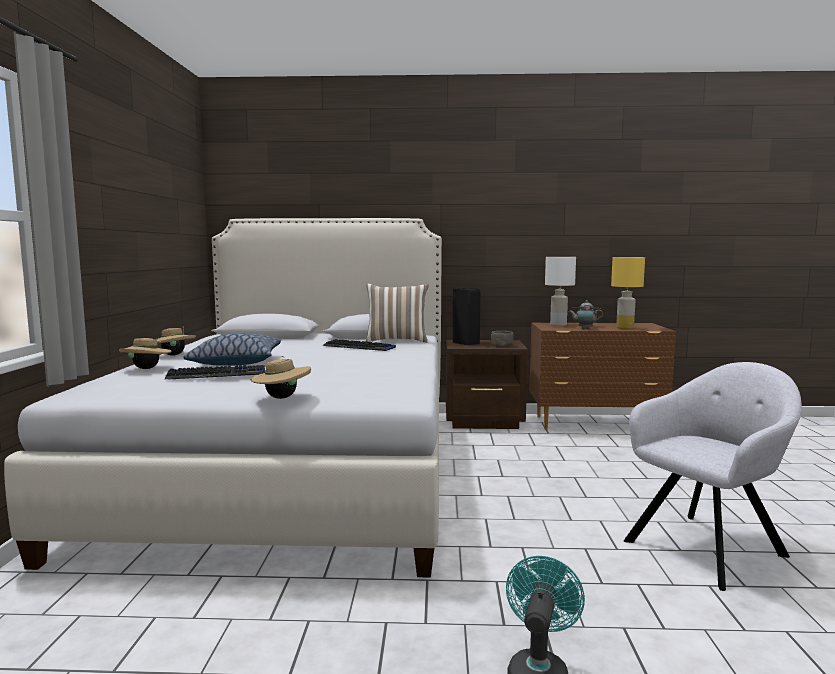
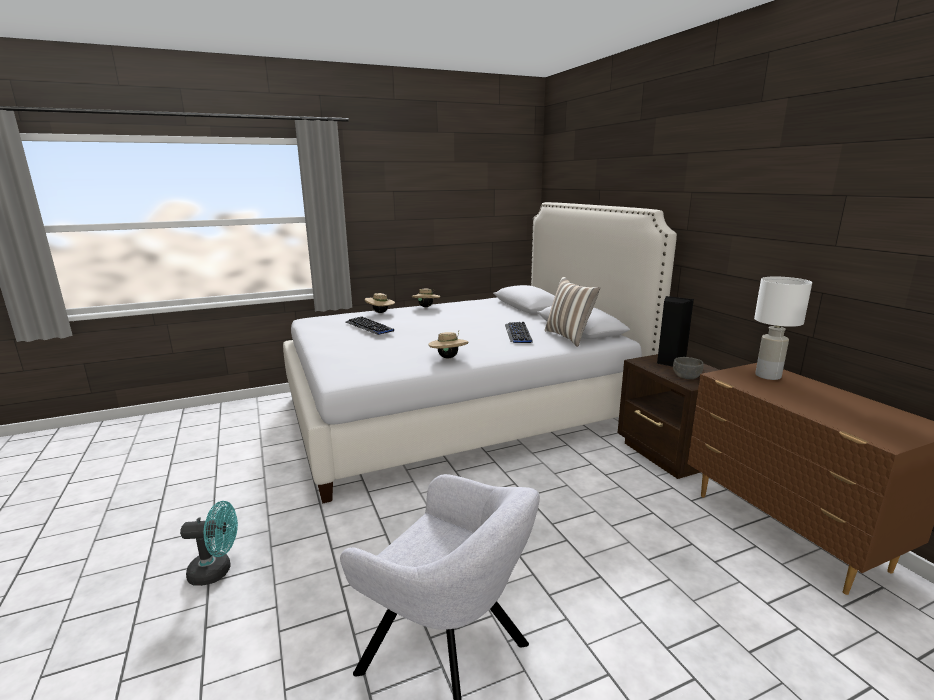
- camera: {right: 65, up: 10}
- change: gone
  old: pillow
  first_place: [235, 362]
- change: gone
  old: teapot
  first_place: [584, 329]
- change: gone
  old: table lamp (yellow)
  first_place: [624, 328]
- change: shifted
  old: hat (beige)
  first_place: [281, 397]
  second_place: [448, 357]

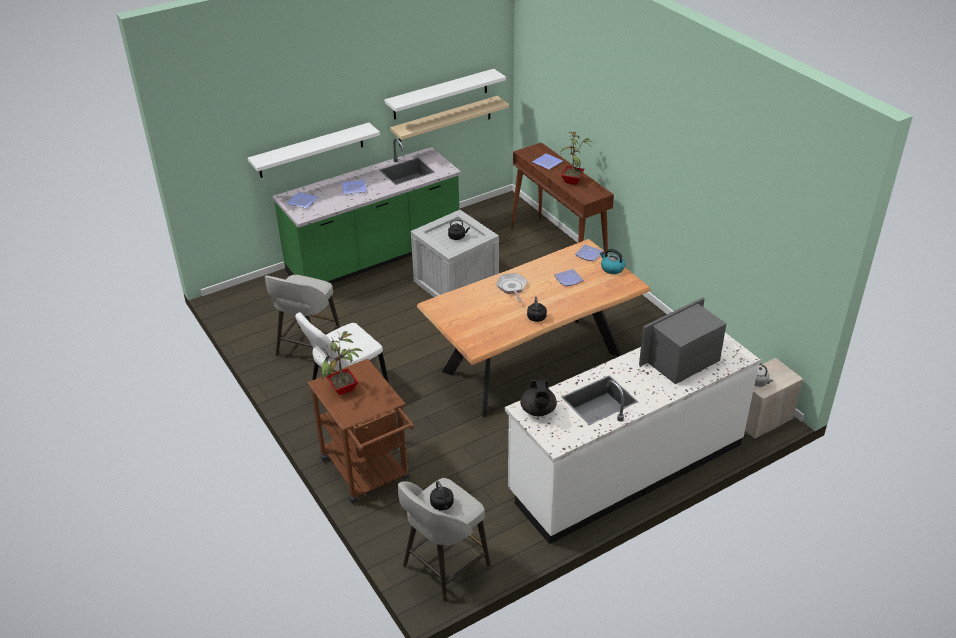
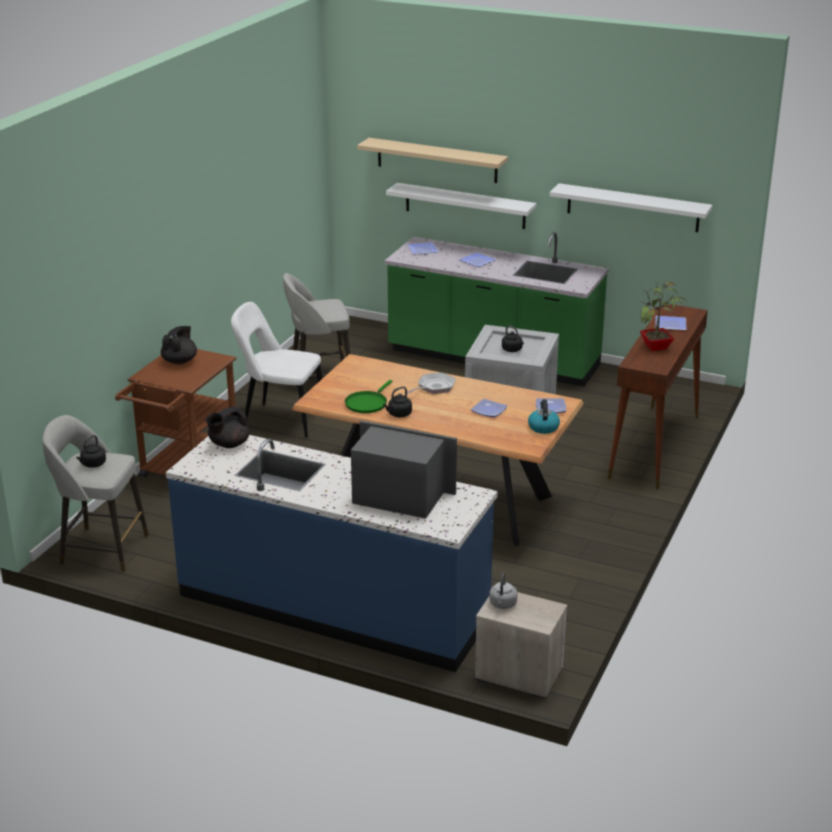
- camera: {right: 55, up: -10}
- change: new
  new: frying pan (green)
  second_place: [367, 403]
- change: shifted
  old: shelf (beige)
  first_place: [445, 121]
  second_place: [437, 160]
- change: swapped
  old: potted plant
  new: teapot (black)
  first_place: [343, 390]
  second_place: [180, 361]
- change: repainted
  old: counter (white)
  new: counter (blue)
  first_place: [626, 468]
  second_place: [334, 606]

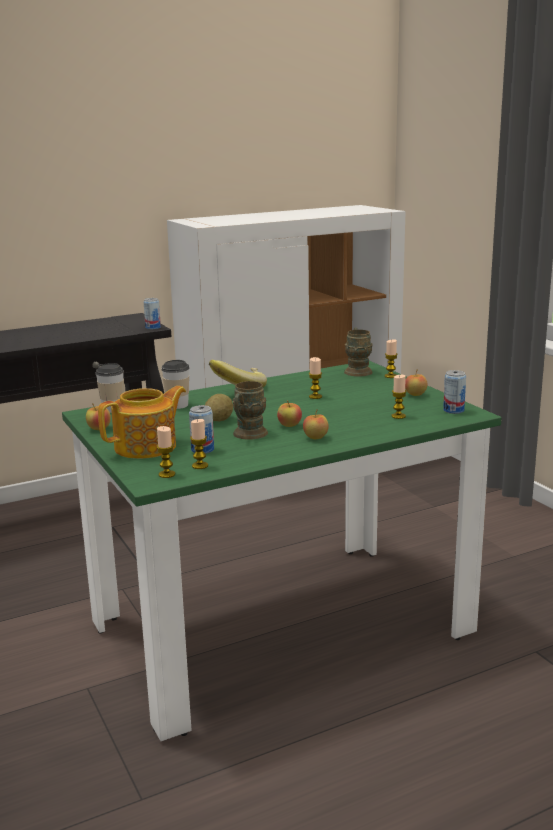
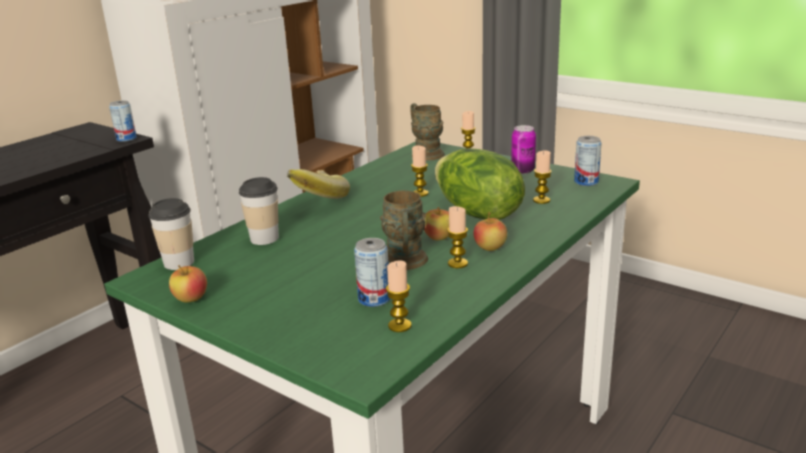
- camera: {right: -25, up: 5}
- change: gone
  old: teapot
  first_place: [147, 447]
- change: gone
  old: potato
  first_place: [219, 420]
- change: new
  new: lettuce
  second_place: [476, 213]
- change: shifted
  old: candle
  first_place: [167, 474]
  second_place: [457, 263]
- change: swapped
  old: apple
  new: can
  first_place: [415, 394]
  second_place: [522, 170]

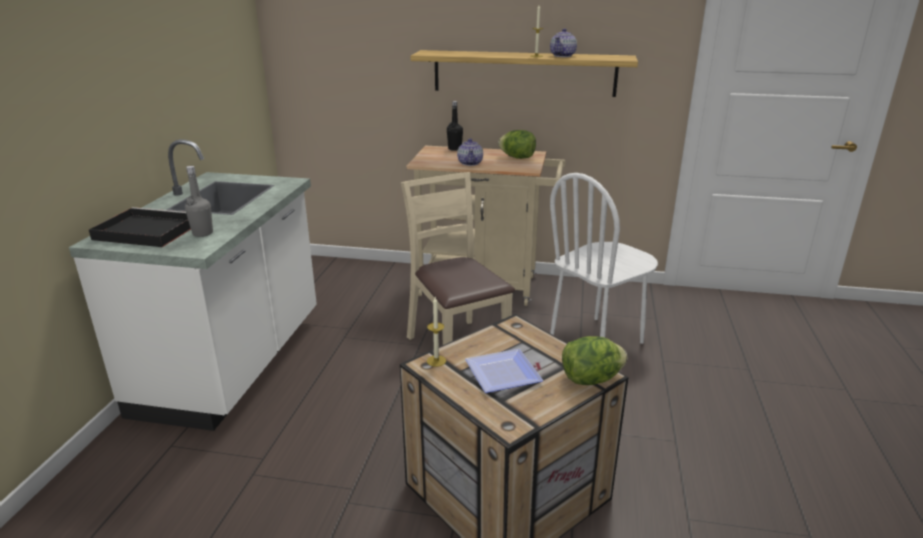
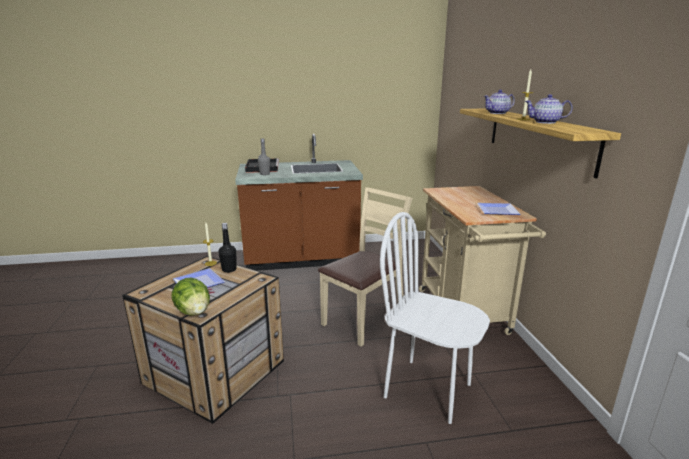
- camera: {right: 70, up: -5}
- change: shifted
  old: bottle (black)
  first_place: [454, 149]
  second_place: [229, 269]
- change: shifted
  old: teapot
  first_place: [470, 163]
  second_place: [497, 113]
- change: swapped
  old: lettuce
  new: plate
  first_place: [517, 157]
  second_place: [496, 211]
- change: repainted
  old: counter (white)
  new: counter (brown)
  first_place: [234, 364]
  second_place: [301, 259]

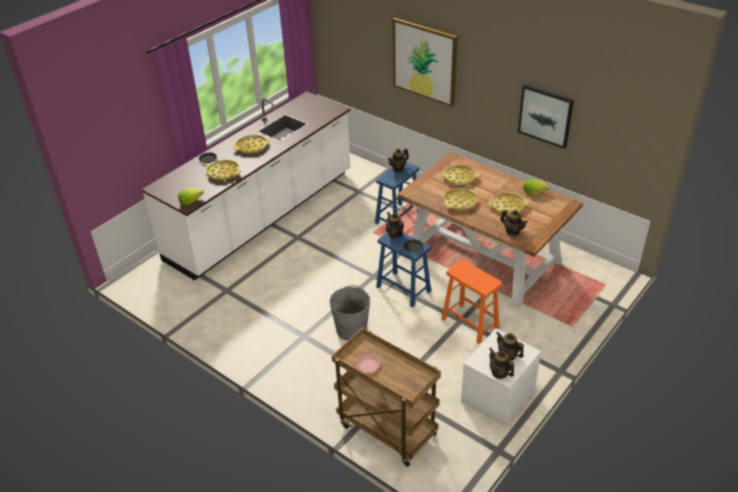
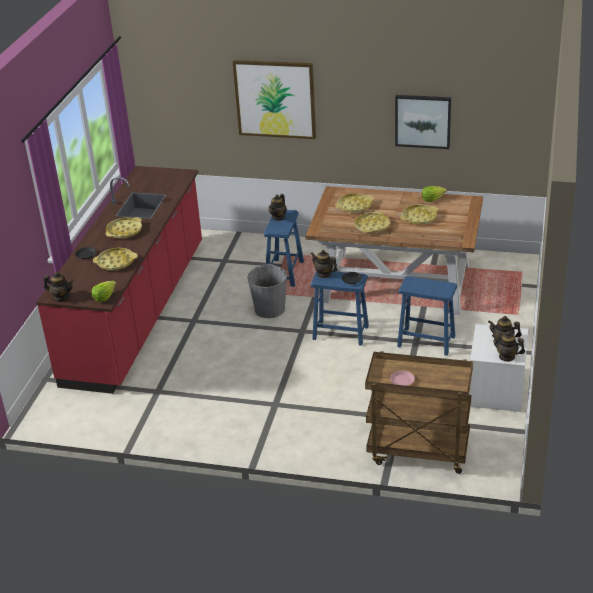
- camera: {right: -25, up: -5}
- change: shifted
  old: bucket (grey)
  first_place: [351, 329]
  second_place: [269, 309]
- change: shifted
  old: teapot
  first_place: [512, 231]
  second_place: [61, 297]
- change: repainted
  old: counter (white)
  new: counter (red)
  first_place: [262, 215]
  second_place: [138, 312]
- change: repainted
  old: stool (orange)
  new: stool (blue)
  first_place: [470, 323]
  second_place: [426, 341]

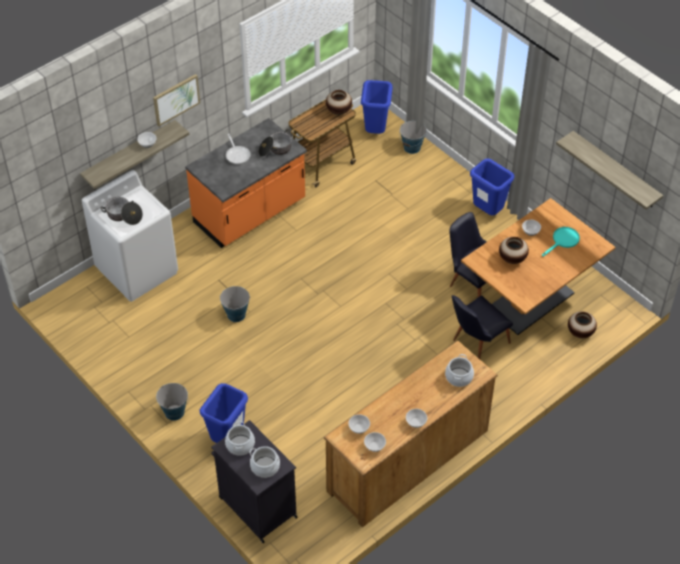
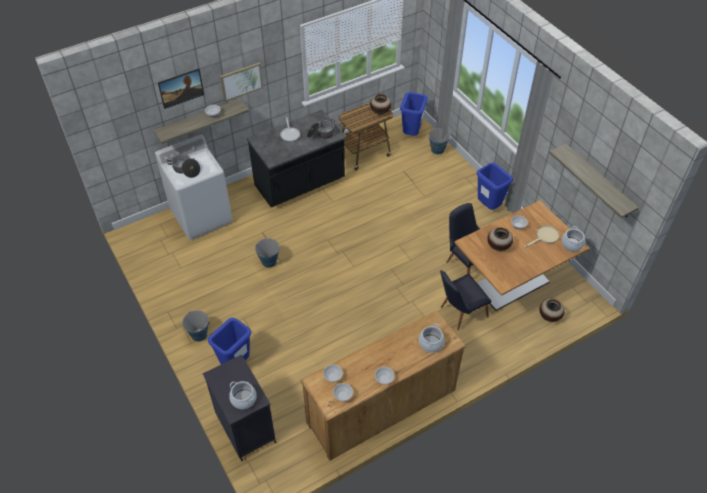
- camera: {right: 10, up: 0}
- change: new
  new: picture
  second_place: [182, 95]
- change: shifted
  old: cooking pot
  first_place: [240, 445]
  second_place: [572, 244]
- change: repainted
  old: counter (orange)
  new: counter (black)
  first_place: [250, 213]
  second_place: [300, 183]
- change: repainted
  old: frying pan (turquoise)
  new: frying pan (beige)
  first_place: [563, 241]
  second_place: [544, 237]

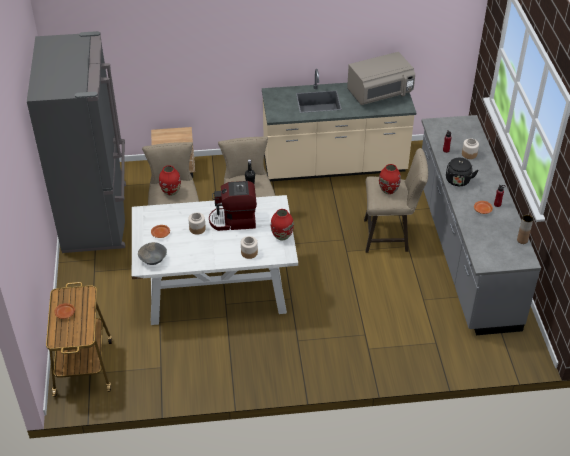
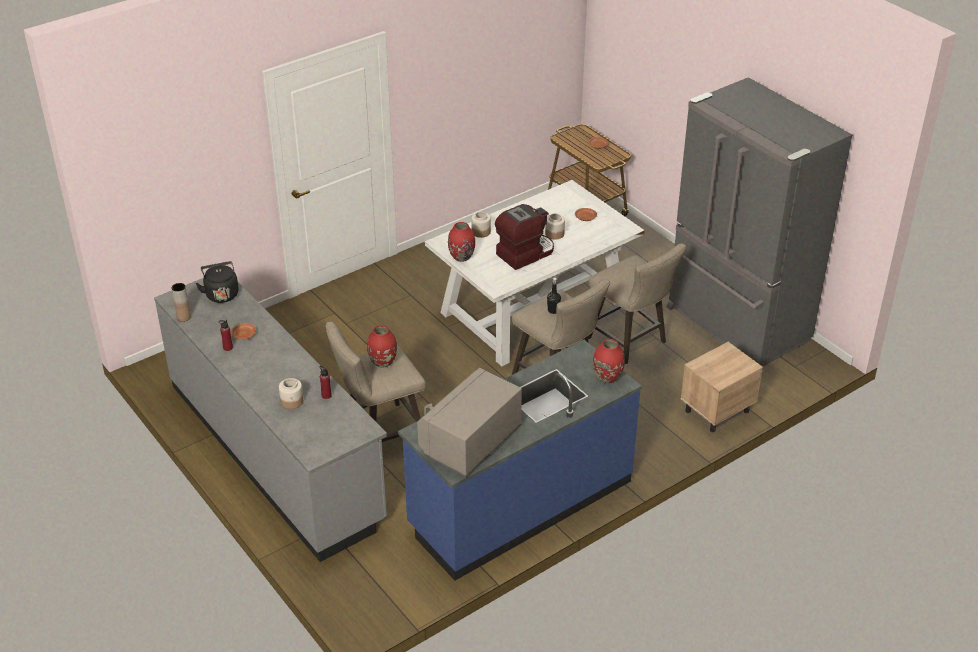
- camera: {right: 150, up: -5}
- change: gone
  old: bowl (grey)
  first_place: [153, 259]
- change: shifted
  old: vase (red)
  first_place: [171, 192]
  second_place: [607, 377]
- change: shifted
  old: kettle (black)
  first_place: [458, 181]
  second_place: [221, 294]
- change: repainted
  old: counter (beige)
  new: counter (blue)
  first_place: [334, 166]
  second_place: [520, 504]

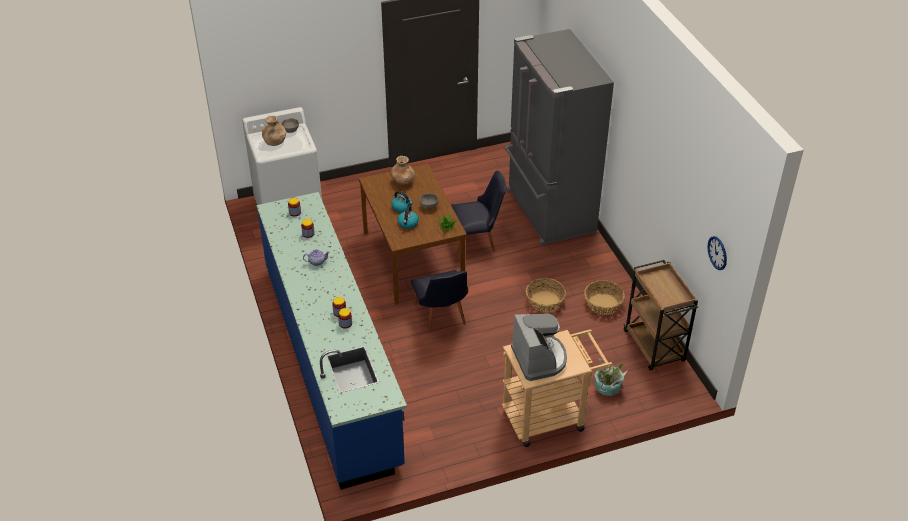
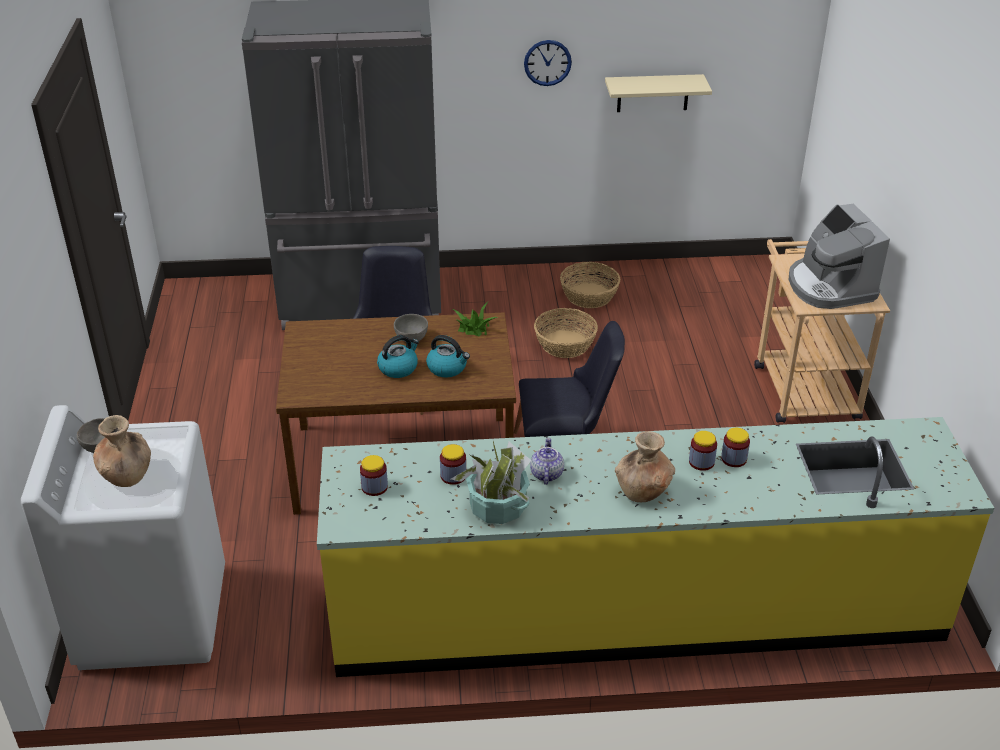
- camera: {right: -75, up: -5}
- change: gone
  old: cart (brown)
  first_place: [654, 347]
- change: new
  new: shelf (beige)
  second_place: [653, 93]
- change: shifted
  old: vase (brown)
  first_place: [403, 181]
  second_place: [643, 490]
- change: shifted
  old: potted plant
  first_place: [607, 387]
  second_place: [498, 507]
- change: shifted
  old: wall clock
  first_place: [717, 253]
  second_place: [547, 62]
- change: repainted
  old: counter (blue)
  new: counter (yellow)
  first_place: [331, 362]
  second_place: [635, 610]
- change: rotated
  old: coffee machine
  first_place: [539, 359]
  second_place: [829, 287]
  degrees: -105

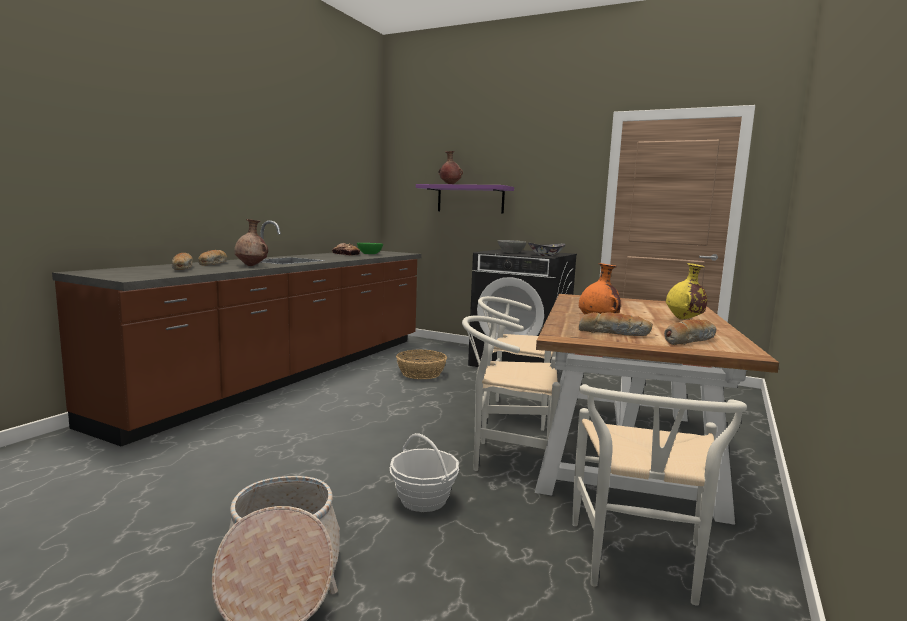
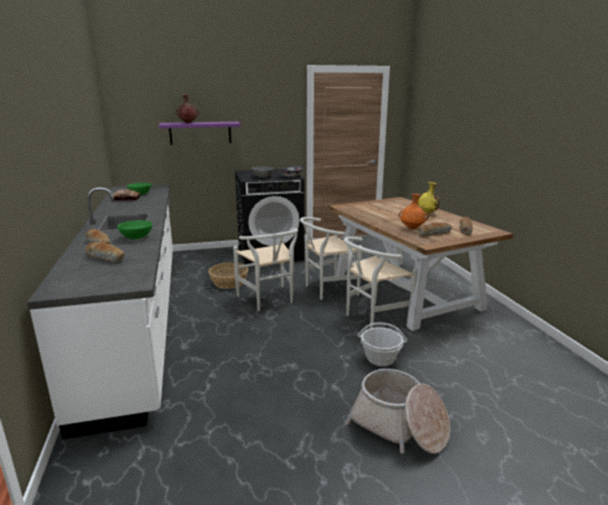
- camera: {right: -40, up: 10}
- change: shifted
  old: chair (white)
  first_place: [638, 567]
  second_place: [269, 300]
- change: swapped
  old: vase (brown)
  new: bowl (green)
  first_place: [252, 266]
  second_place: [136, 237]
- change: repainted
  old: counter (brown)
  new: counter (white)
  first_place: [291, 374]
  second_place: [139, 317]

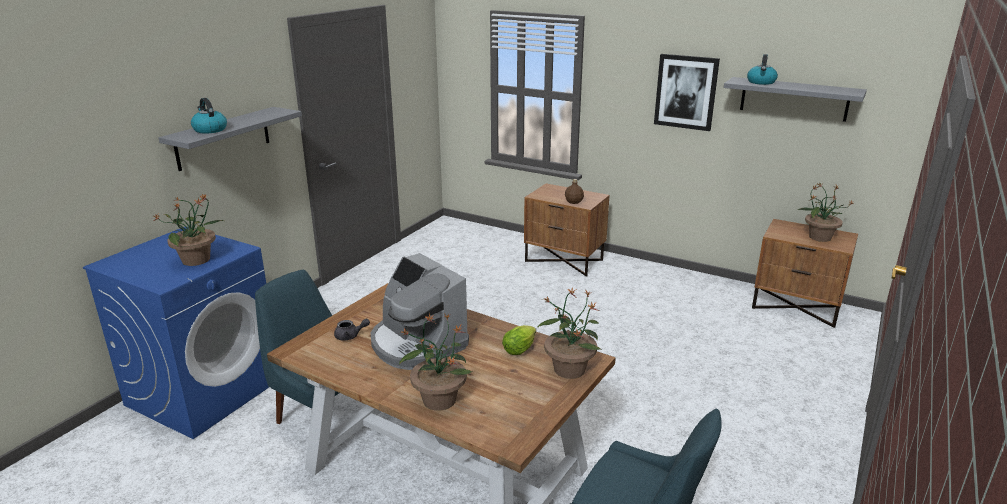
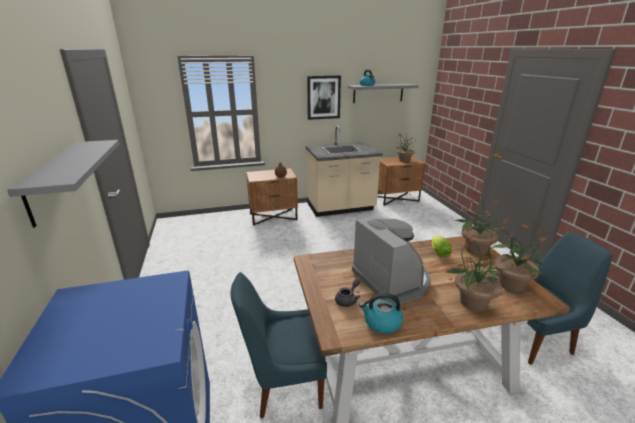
- camera: {right: -45, up: 0}
- change: new
  new: counter (beige)
  second_place: [340, 208]
- change: shifted
  old: potted plant
  first_place: [197, 260]
  second_place: [511, 284]
- change: shifted
  old: kettle
  first_place: [209, 130]
  second_place: [381, 323]
- change: rotated
  old: coffee machine
  first_place: [416, 344]
  second_place: [392, 280]
  degrees: -120

